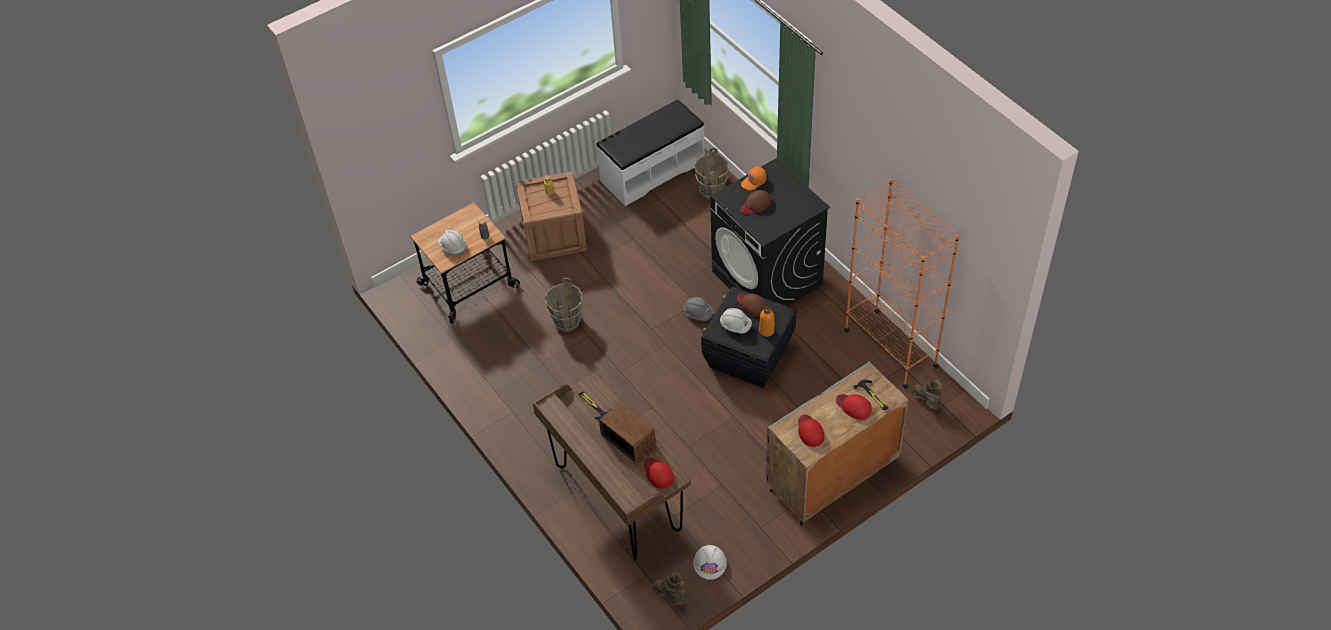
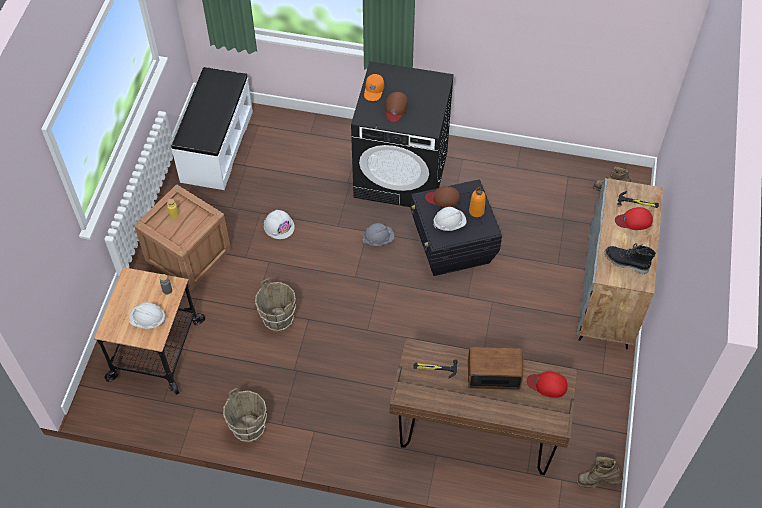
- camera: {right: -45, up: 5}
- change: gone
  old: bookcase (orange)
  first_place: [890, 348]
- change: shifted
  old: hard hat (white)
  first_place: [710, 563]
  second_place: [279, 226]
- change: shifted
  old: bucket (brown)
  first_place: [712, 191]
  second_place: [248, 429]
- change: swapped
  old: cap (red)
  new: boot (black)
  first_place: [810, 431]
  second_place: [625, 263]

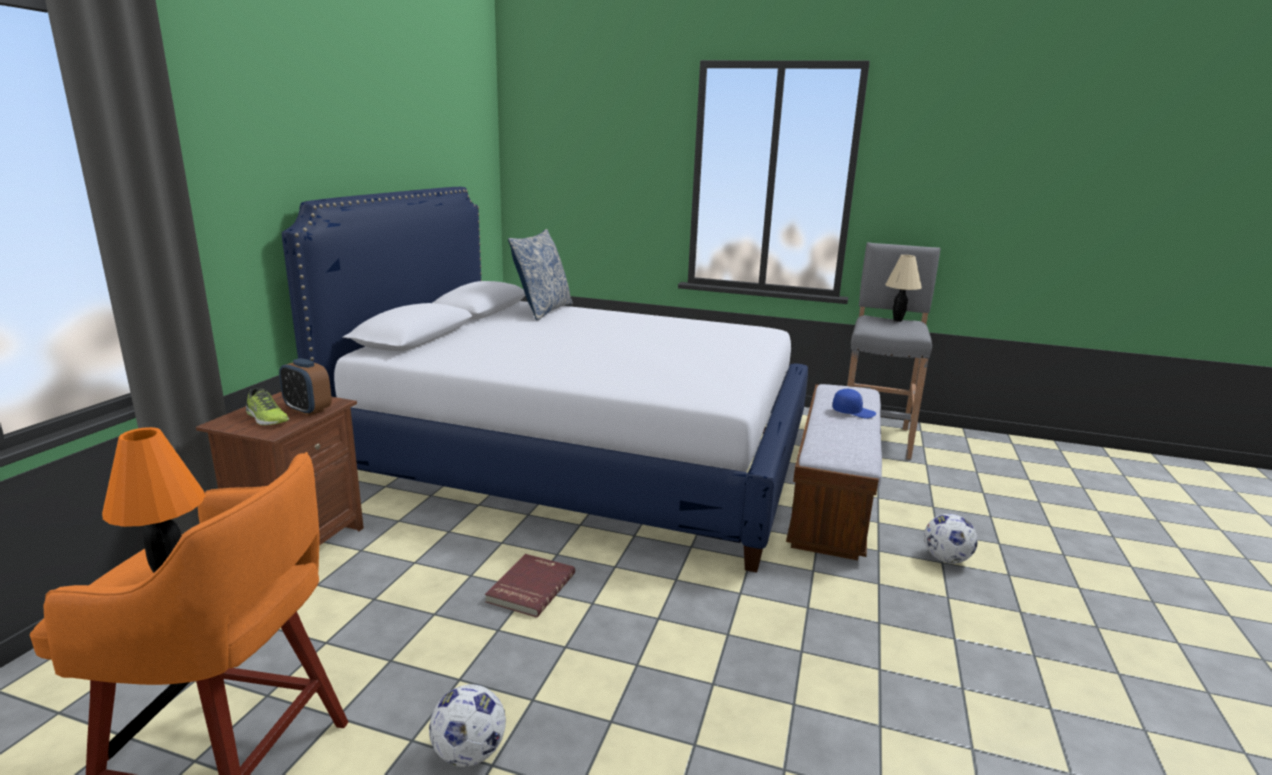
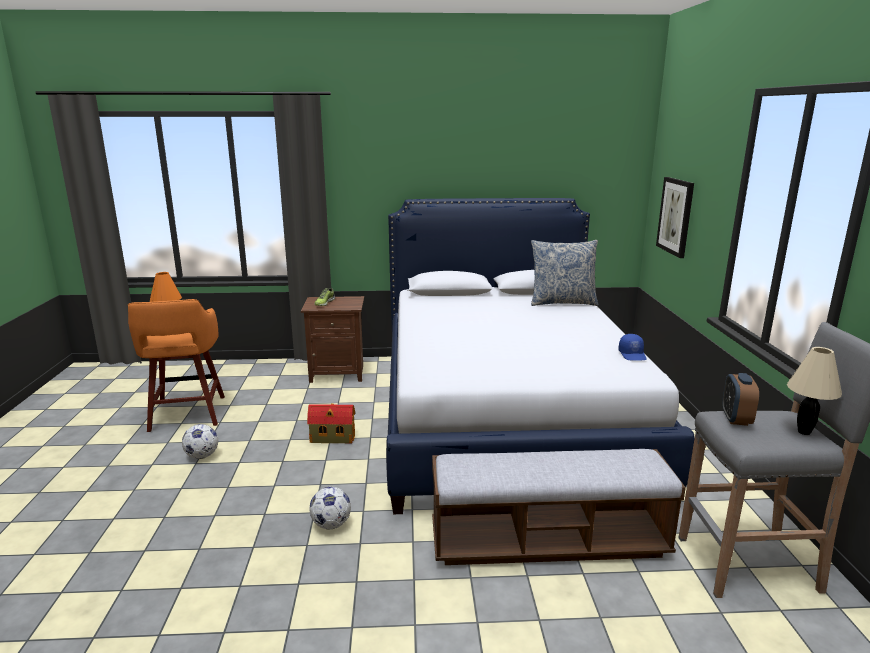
- camera: {right: 70, up: 0}
- change: new
  new: picture
  second_place: [676, 216]
- change: shifted
  old: alarm clock
  first_place: [308, 410]
  second_place: [736, 419]
- change: shifted
  old: cap (blue)
  first_place: [853, 412]
  second_place: [632, 355]
- change: shifted
  old: football
  first_place: [945, 559]
  second_place: [331, 524]
- change: swapped
  old: book (red)
  new: toy house
  first_place: [529, 587]
  second_place: [331, 438]

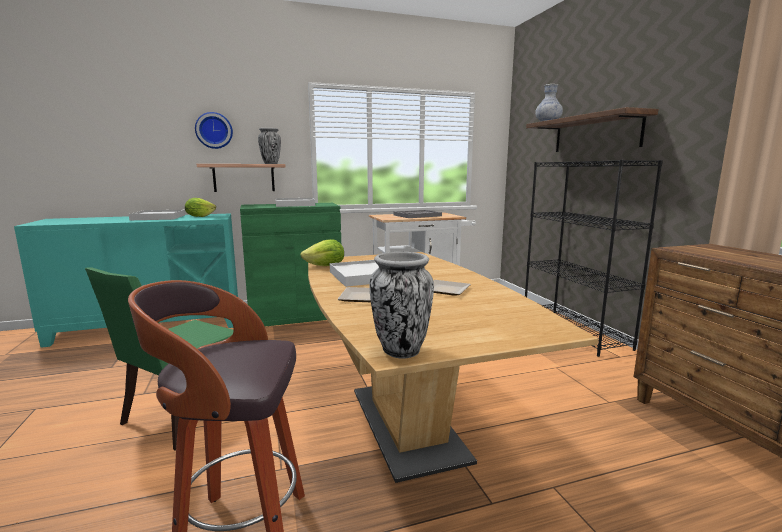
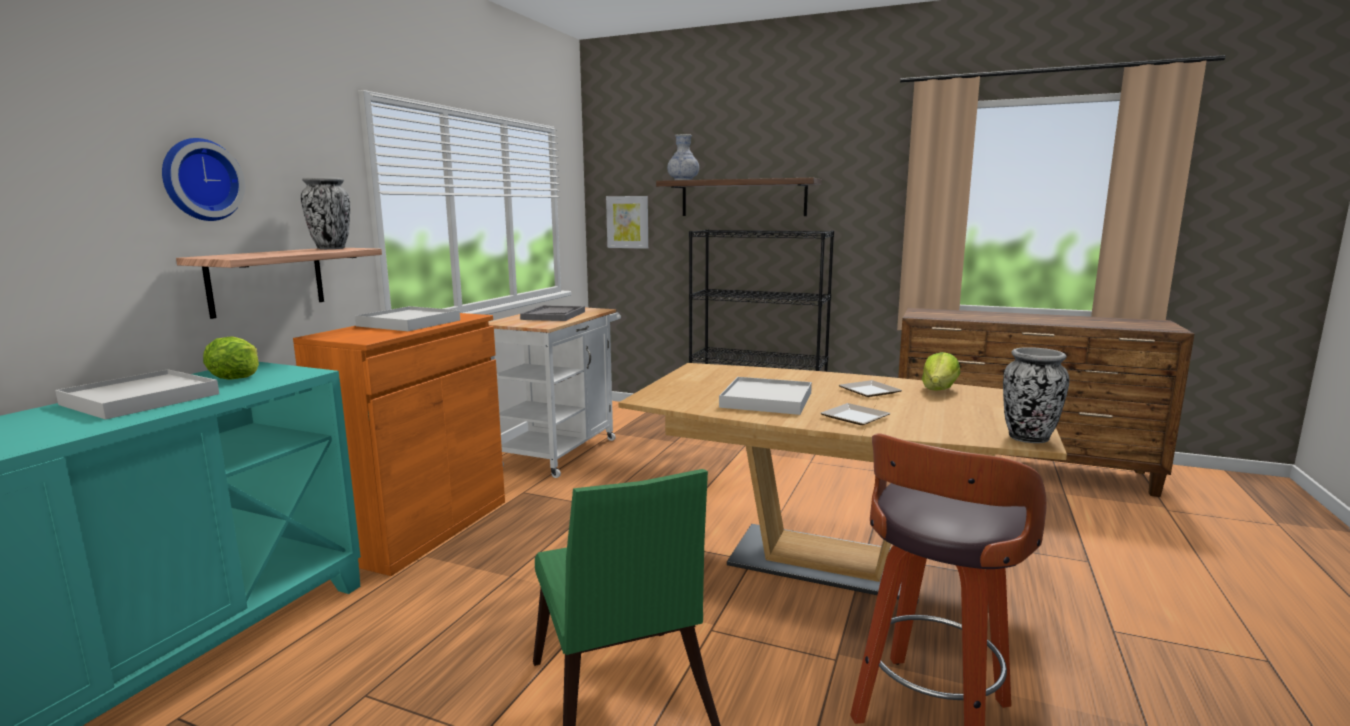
- camera: {right: -50, up: 0}
- change: new
  new: picture
  second_place: [628, 222]
- change: shifted
  old: lettuce
  first_place: [325, 266]
  second_place: [939, 389]
- change: repainted
  old: cabinet (green)
  new: cabinet (orange)
  first_place: [295, 315]
  second_place: [421, 528]

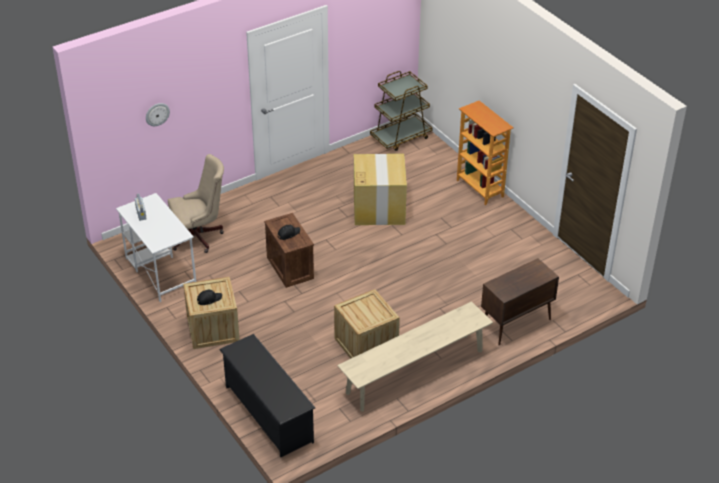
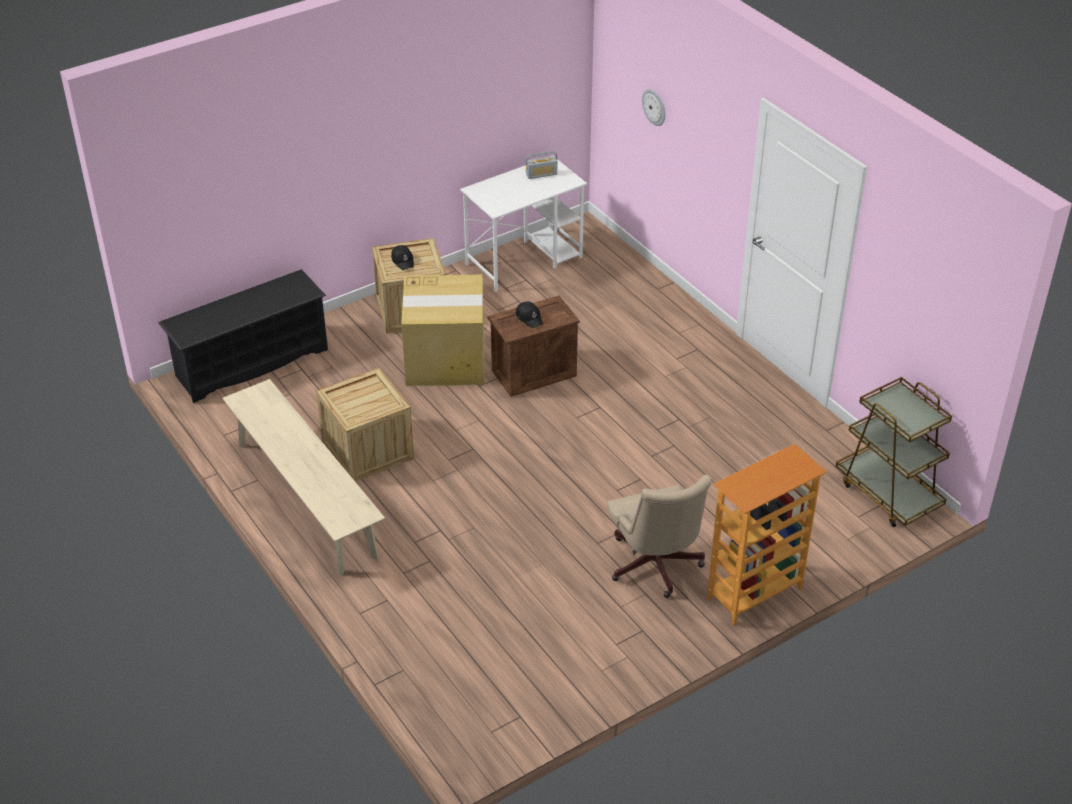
- camera: {right: 90, up: 0}
- change: gone
  old: cabinet (brown)
  first_place: [515, 324]
- change: shifted
  old: office chair (beige)
  first_place: [199, 236]
  second_place: [655, 568]
- change: shifted
  old: cardboard box
  first_place: [379, 208]
  second_place: [446, 360]

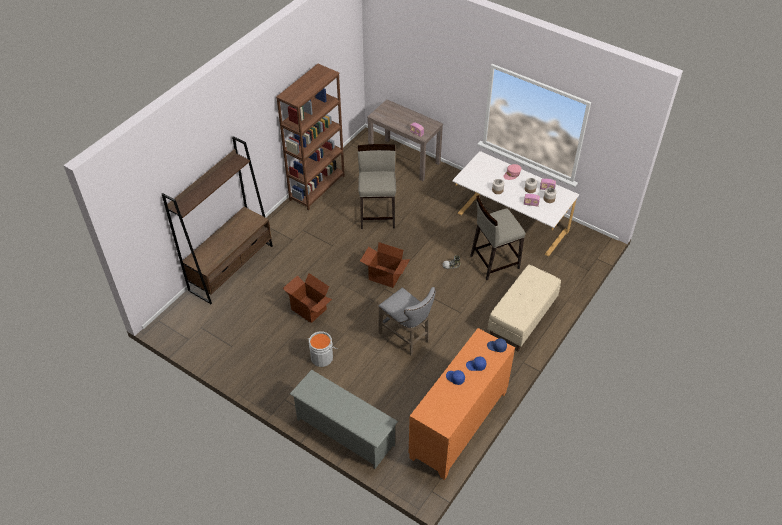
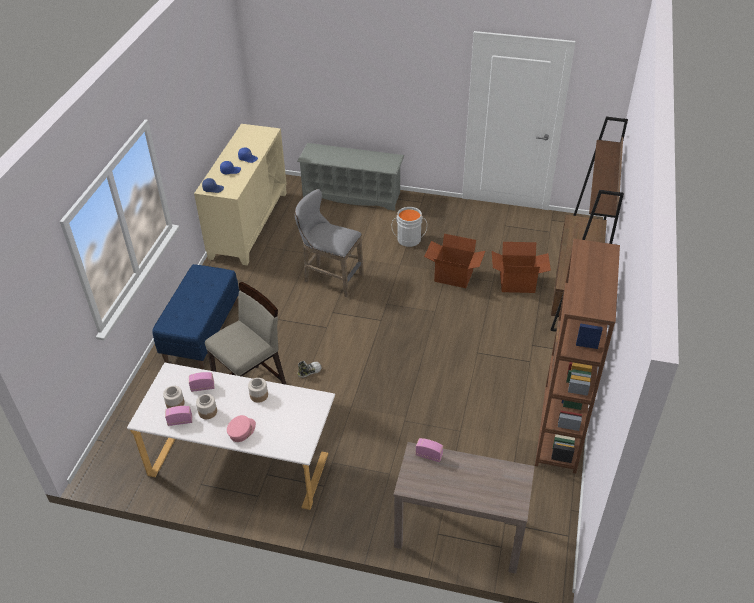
- camera: {right: 160, up: -5}
- change: gone
  old: stool (beige)
  first_place: [378, 215]
- change: shifted
  old: cardboard box
  first_place: [385, 276]
  second_place: [517, 282]
- change: repainted
  old: cabinet (orange)
  new: cabinet (beige)
  first_place: [459, 425]
  second_place: [248, 224]
- change: repainted
  old: bench (beige)
  new: bench (blue)
  first_place: [522, 319]
  second_place: [202, 332]

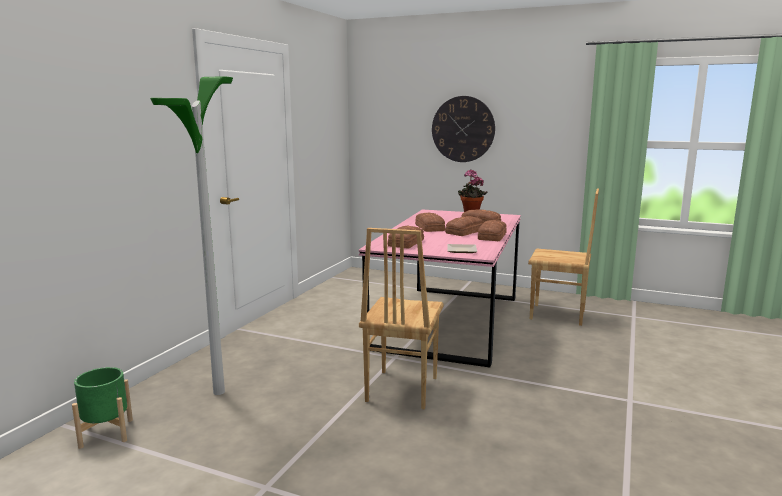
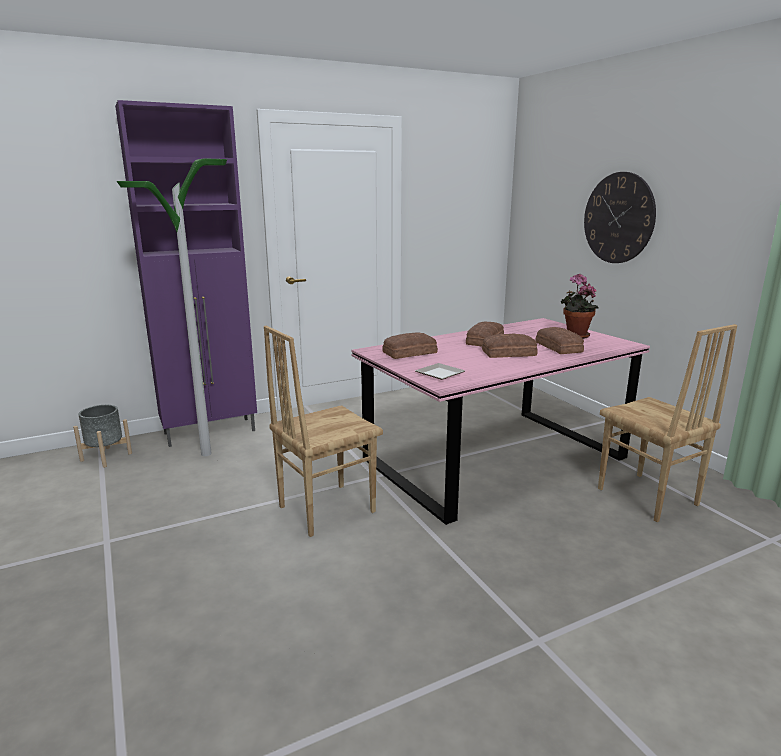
- camera: {right: 40, up: 5}
- change: gone
  old: bread
  first_place: [493, 236]
- change: new
  new: cabinet (purple)
  second_place: [211, 432]
- change: repainted
  old: planter (green)
  new: planter (grey)
  first_place: [106, 433]
  second_place: [106, 457]

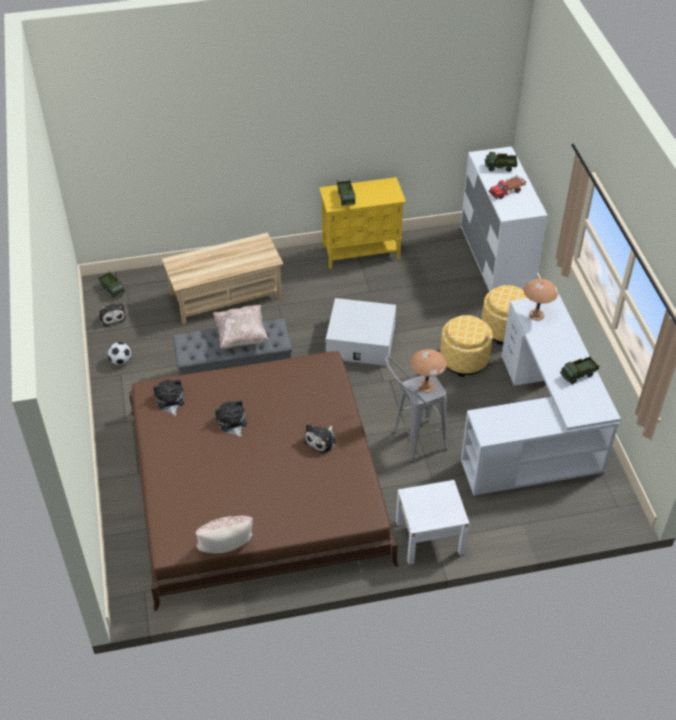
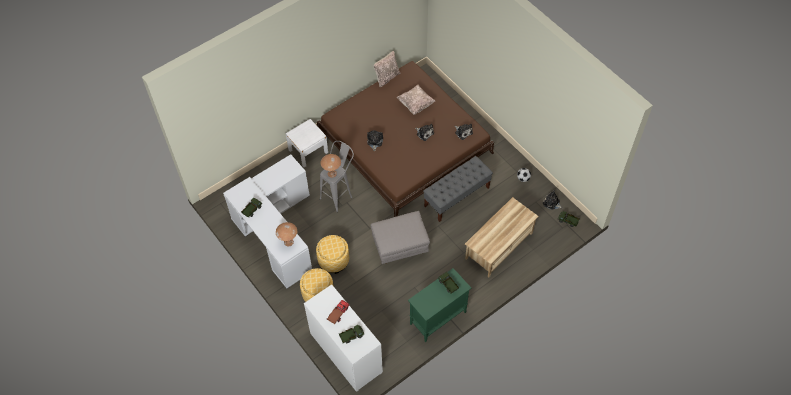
- camera: {right: 155, up: 10}
- change: shifted
  old: pillow (beige)
  first_place: [241, 336]
  second_place: [415, 104]
- change: swapped
  old: storage box (white)
  new: ottoman (grey)
  first_place: [361, 341]
  second_place: [400, 248]
- change: repainted
  old: cabinet (yellow)
  new: cabinet (green)
  first_place: [361, 252]
  second_place: [437, 318]

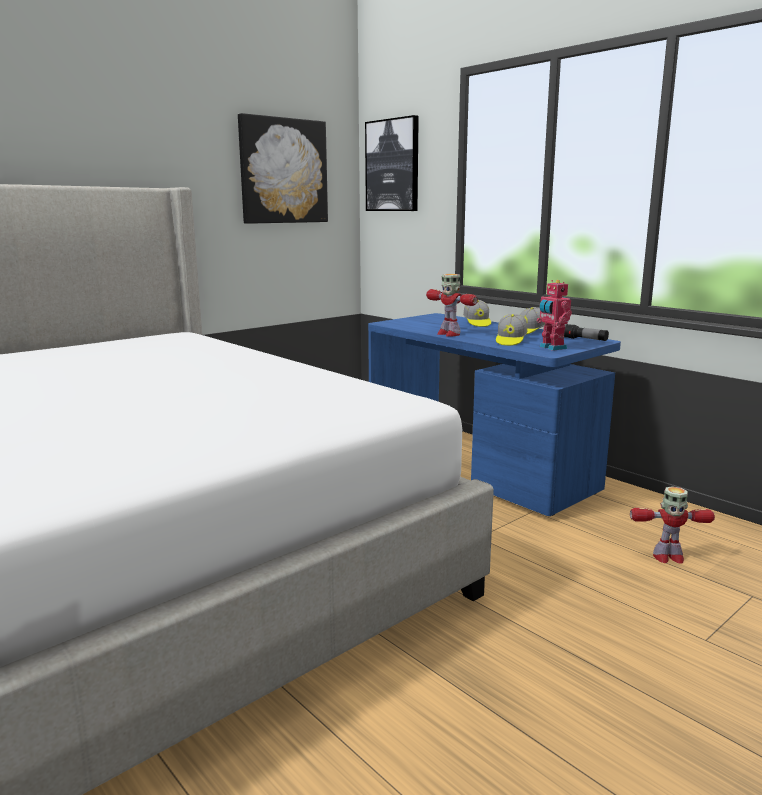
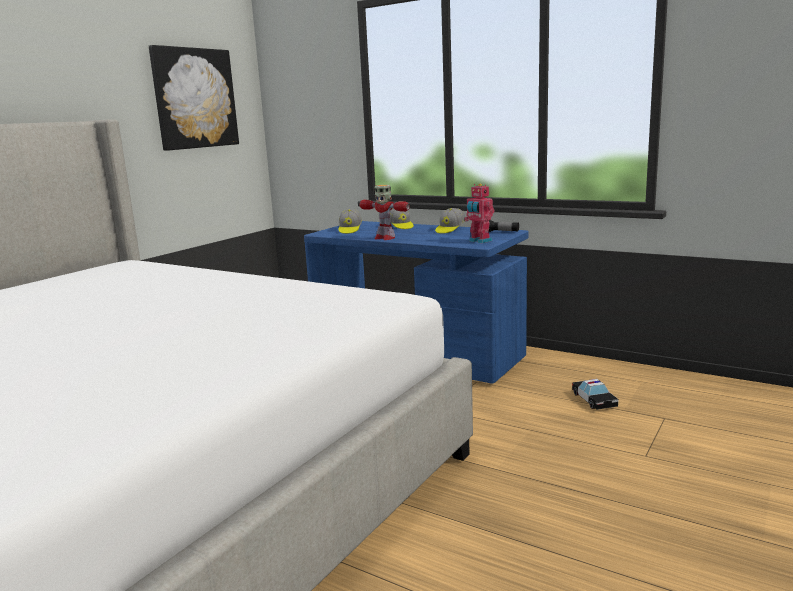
- camera: {right: -15, up: 0}
- change: gone
  old: picture
  first_place: [393, 165]
- change: shifted
  old: cap
  first_place: [510, 341]
  second_place: [350, 230]
- change: swapped
  old: toy robot
  new: toy car
  first_place: [667, 557]
  second_place: [594, 400]

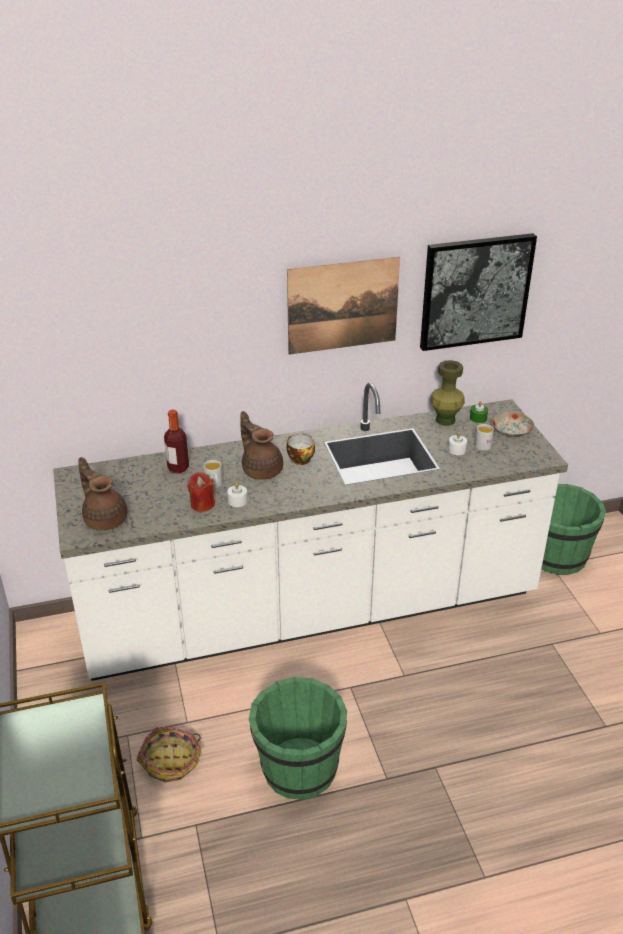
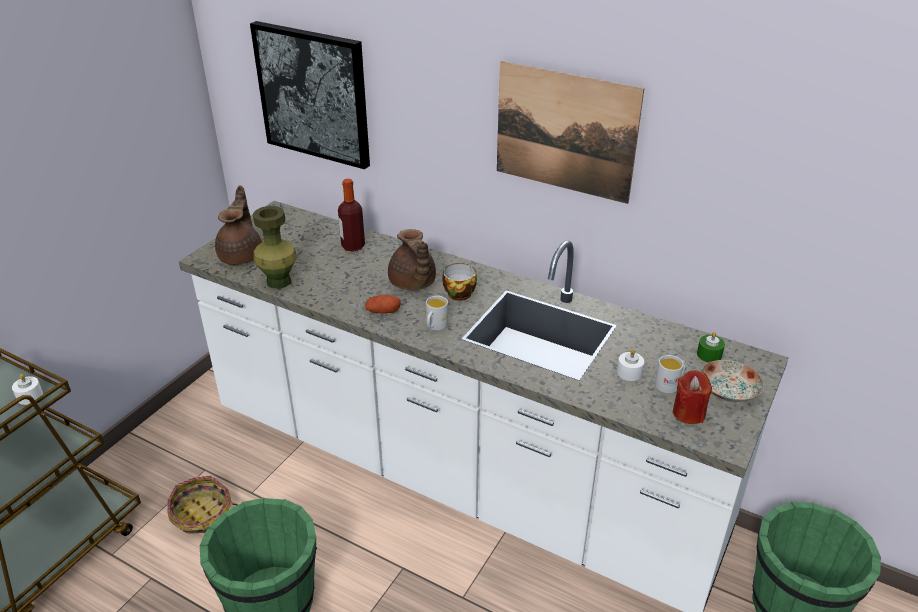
- camera: {right: 45, up: 0}
- change: new
  new: potato
  second_place: [383, 311]
- change: shifted
  old: candle (red)
  first_place: [202, 504]
  second_place: [688, 413]
- change: shifted
  old: mug (white)
  first_place: [214, 485]
  second_place: [435, 326]
- change: shifted
  old: candle (white)
  first_place: [237, 501]
  second_place: [30, 396]
- change: shifted
  old: picture
  first_place: [475, 291]
  second_place: [313, 94]
- change: shifted
  old: vase (green)
  first_place: [445, 420]
  second_place: [279, 281]
- change: rotated
  old: teapot (brown)
  first_place: [261, 469]
  second_place: [412, 283]
  degrees: 150

